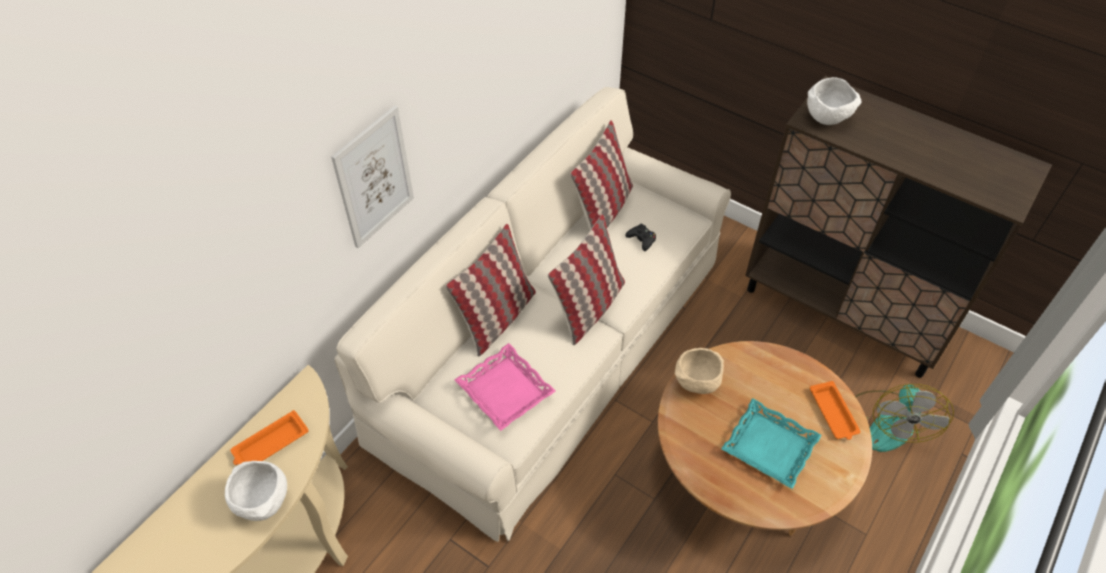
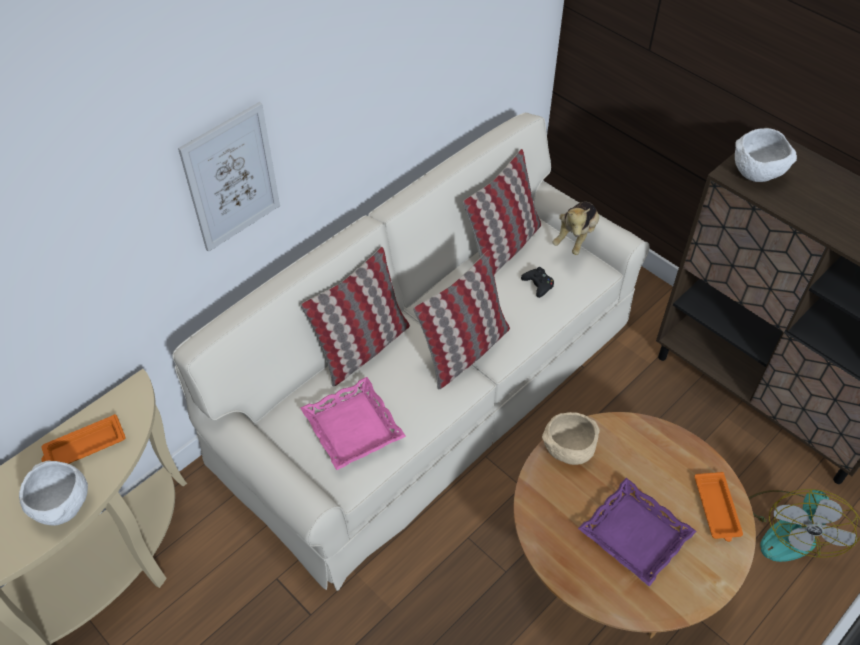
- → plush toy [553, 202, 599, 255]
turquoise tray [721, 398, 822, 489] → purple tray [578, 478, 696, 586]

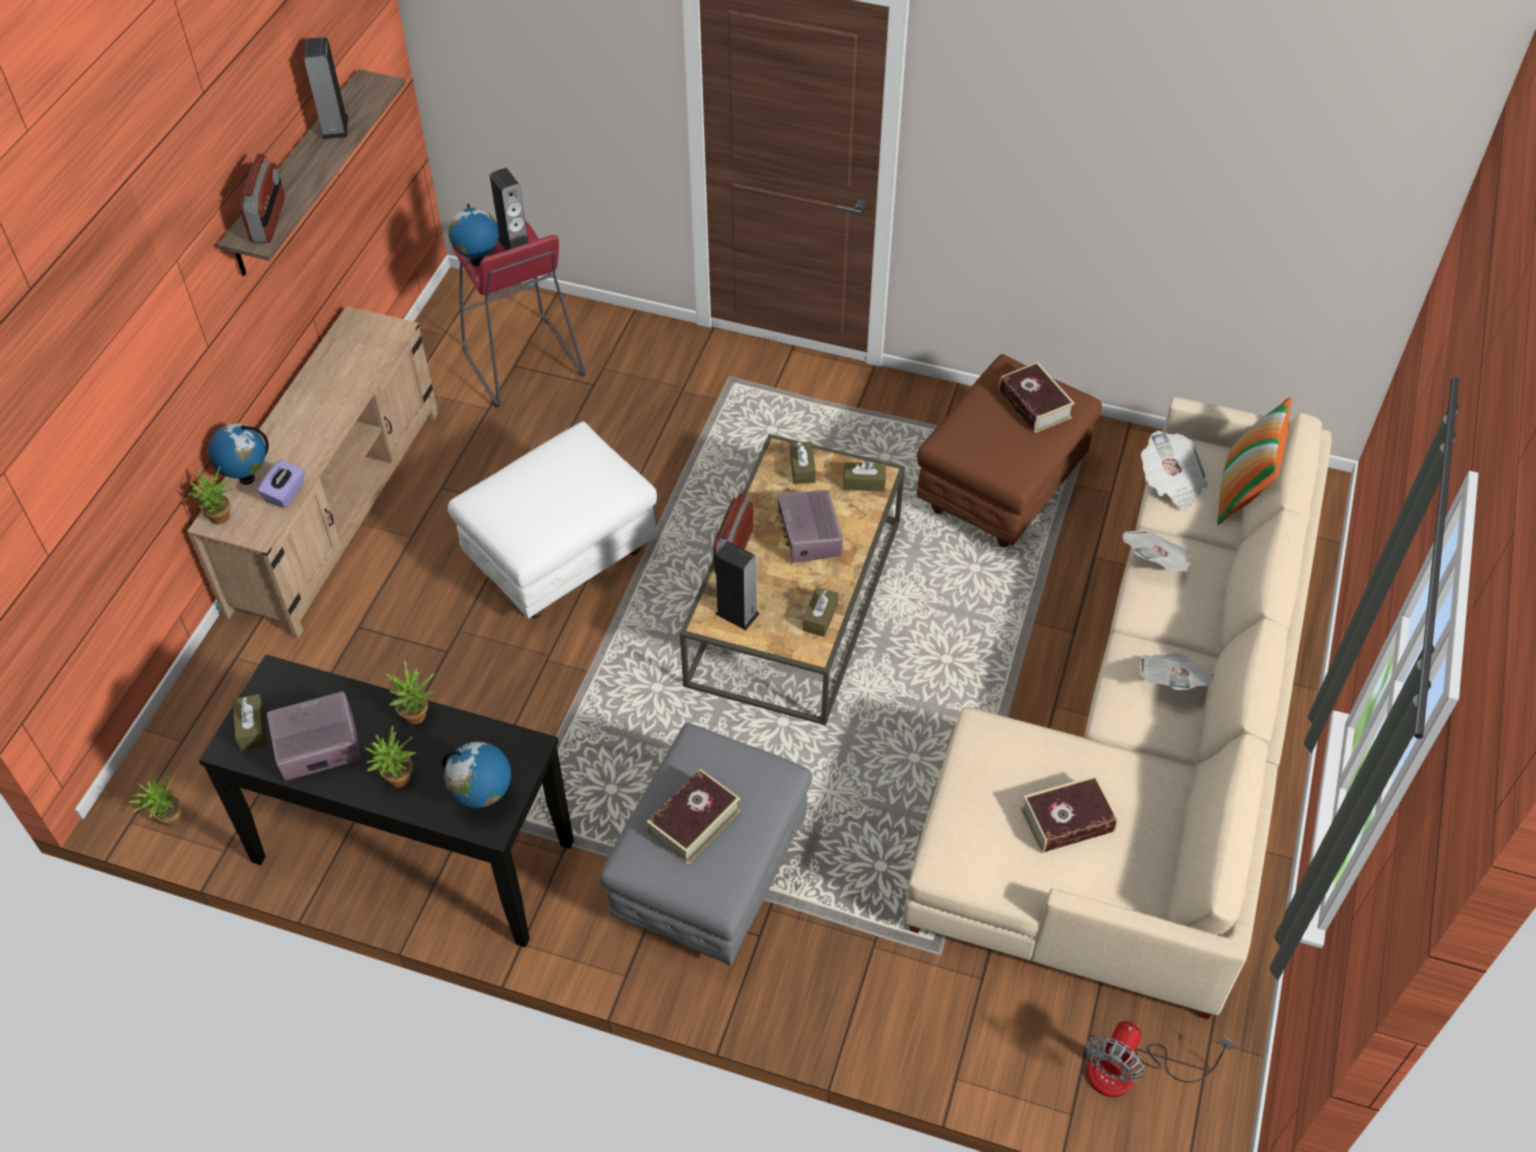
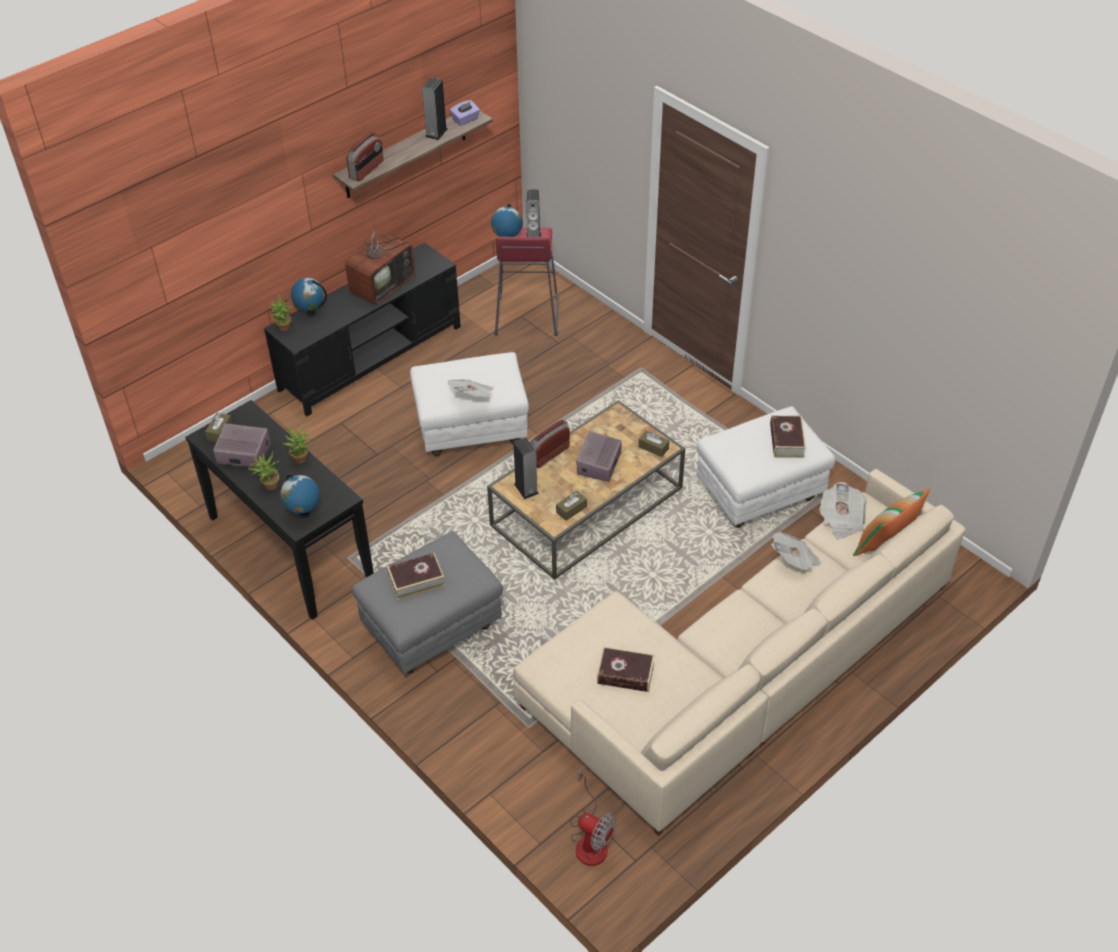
beige tv stand [187, 306, 438, 639] → black tv stand [264, 242, 461, 416]
- → television [345, 212, 416, 305]
newspaper [1139, 651, 1214, 690] → newspaper [448, 379, 494, 398], move
purple tissue box [257, 459, 305, 508] → purple tissue box [450, 100, 480, 126], move
fan [1086, 1021, 1235, 1097] → fan [570, 768, 616, 866], 120 degrees counterclockwise
brown ottoman [917, 354, 1102, 547] → white ottoman [696, 406, 835, 528]
potted plant [129, 775, 182, 827] → -
brown tissue box [790, 442, 816, 484] → -

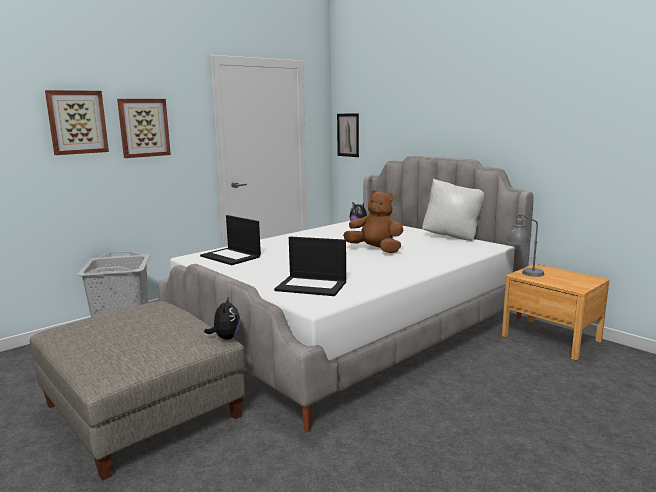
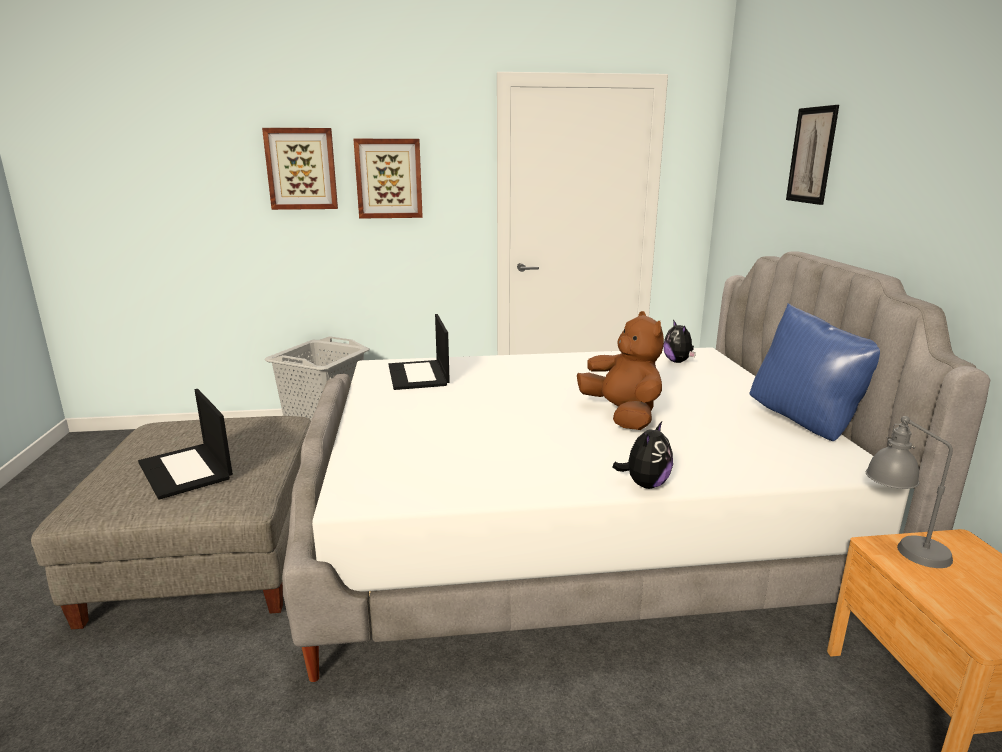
laptop [274, 237, 346, 296] → laptop [138, 389, 233, 500], move
plush toy [204, 296, 241, 340] → plush toy [613, 421, 673, 489], move
white pillow [422, 178, 484, 241] → blue pillow [749, 303, 880, 441]
picture [337, 113, 359, 157] → picture [786, 105, 839, 205], move

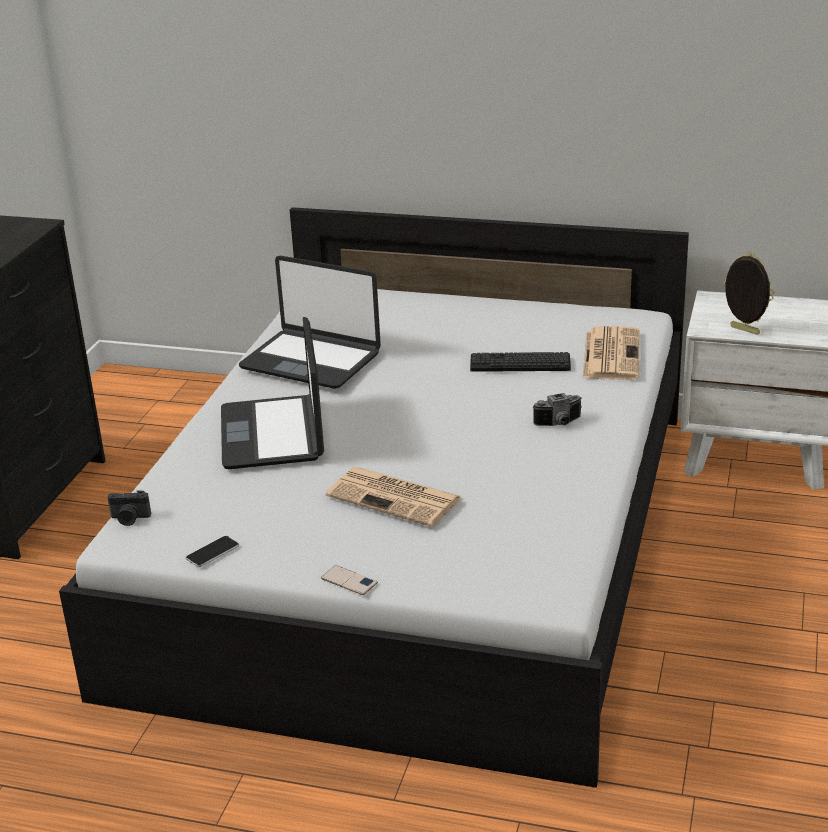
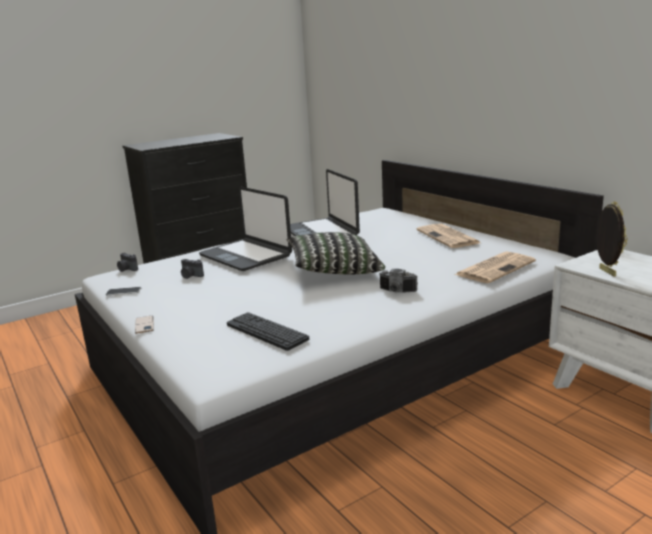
- → photo camera [181, 259, 204, 279]
laptop [221, 317, 324, 469] → laptop [199, 187, 292, 271], 75 degrees counterclockwise
keyboard [470, 352, 571, 372] → keyboard [227, 312, 309, 351], move
- → pillow [287, 232, 385, 274]
newspaper [326, 467, 462, 527] → newspaper [417, 224, 481, 248], move

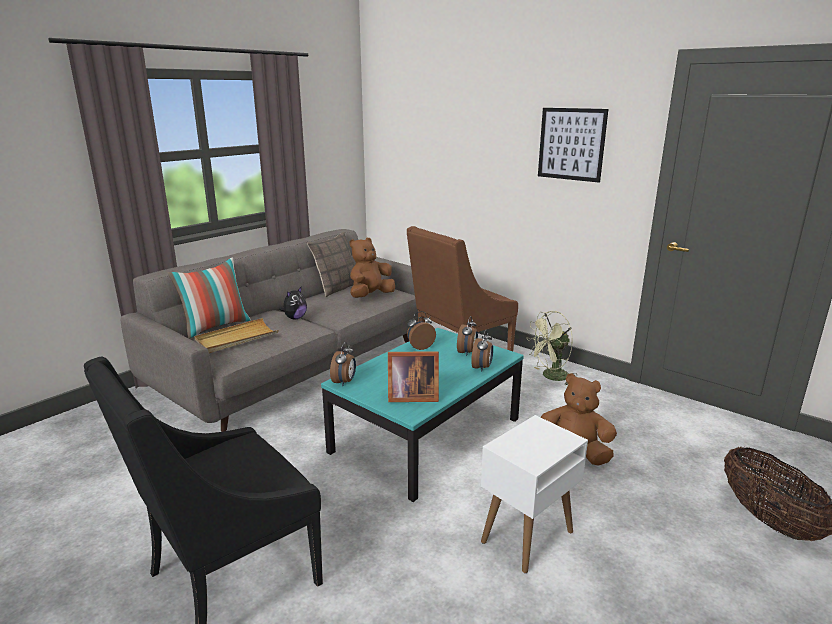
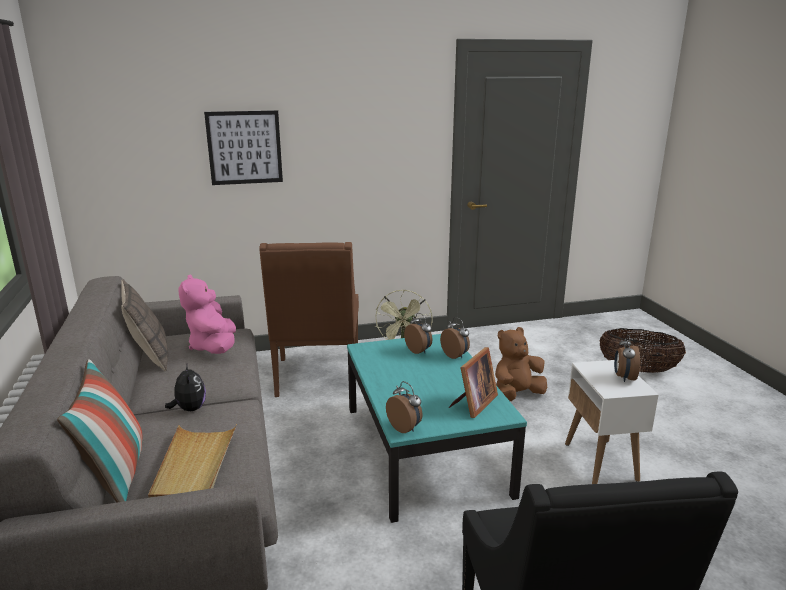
brown plush toy [350, 238, 395, 298] → pink plush toy [178, 274, 236, 354]
picture [538, 108, 608, 183] → picture [204, 110, 283, 185], move
alarm clock [407, 311, 436, 350] → alarm clock [614, 335, 640, 382], move

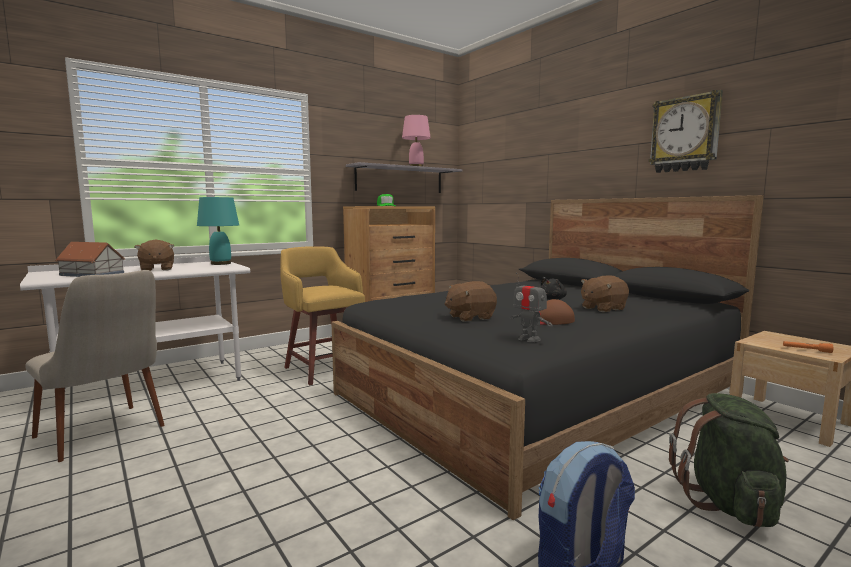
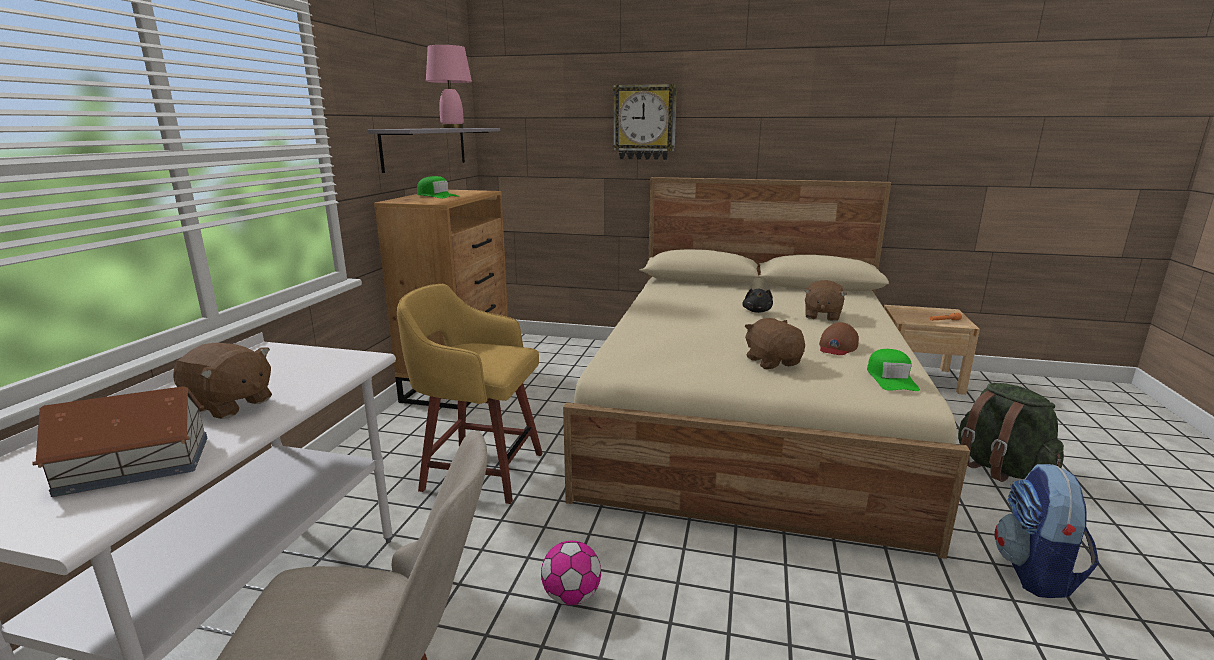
- → football [541, 540, 601, 605]
black bed [331, 195, 764, 520] → beige bed [563, 177, 970, 559]
wall clock [649, 90, 723, 173] → wall clock [613, 84, 677, 160], move
brown plush toy [445, 281, 497, 322] → brown plush toy [744, 318, 805, 369], 135 degrees clockwise
toy robot [510, 272, 553, 342] → green cap [867, 349, 920, 391]
turquoise table lamp [197, 197, 239, 265] → -

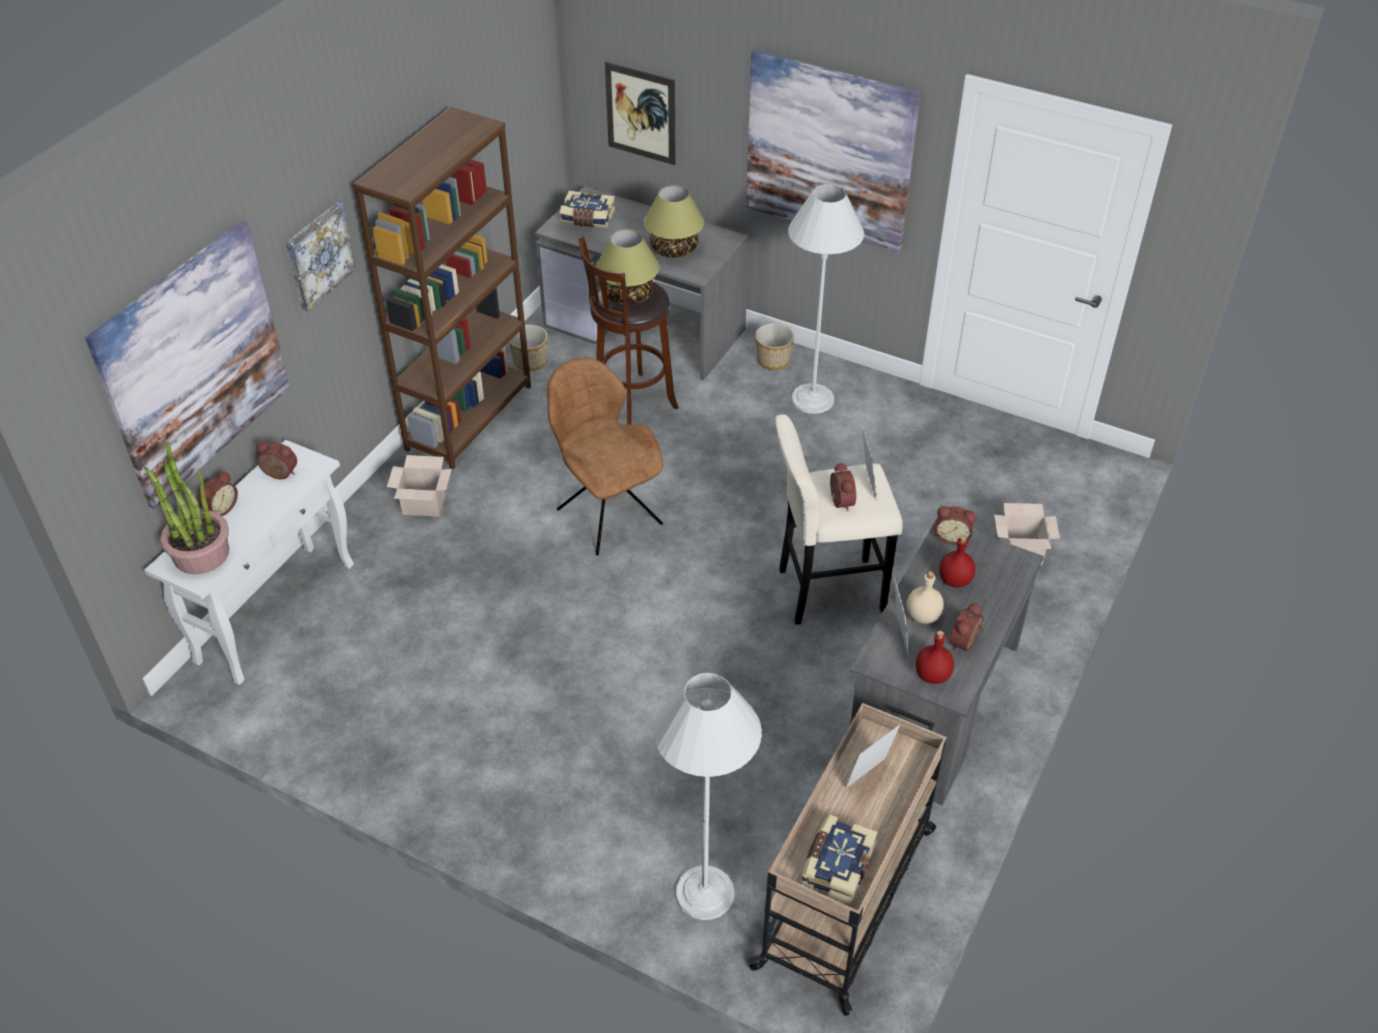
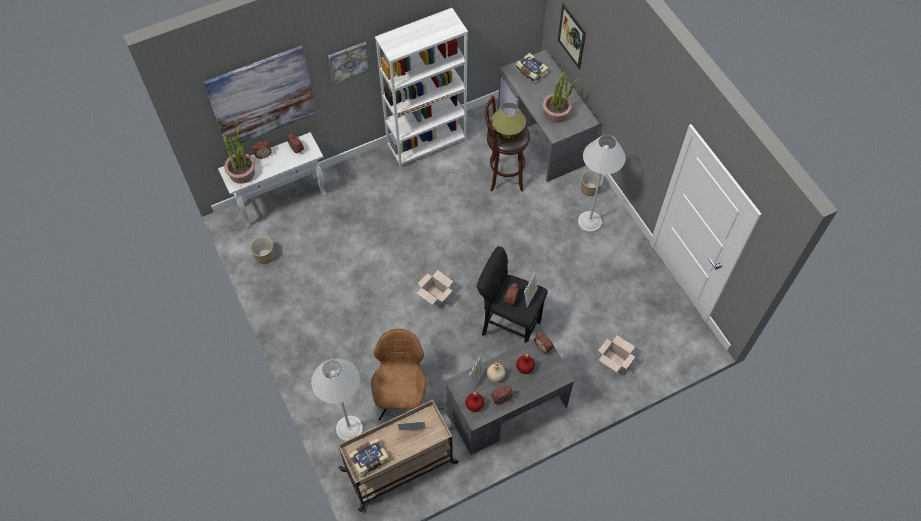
planter [509, 325, 548, 371] → planter [250, 237, 275, 264], move
brown chair [547, 357, 663, 555] → brown chair [371, 329, 426, 420], move
brown bookcase [353, 107, 531, 469] → white bookcase [375, 8, 468, 169]
cardboard box [387, 455, 452, 517] → cardboard box [417, 270, 453, 308], move
beige stool [775, 414, 903, 625] → black stool [477, 246, 548, 343]
table lamp [644, 185, 704, 258] → potted plant [542, 71, 580, 123]
picture [746, 50, 921, 252] → -

